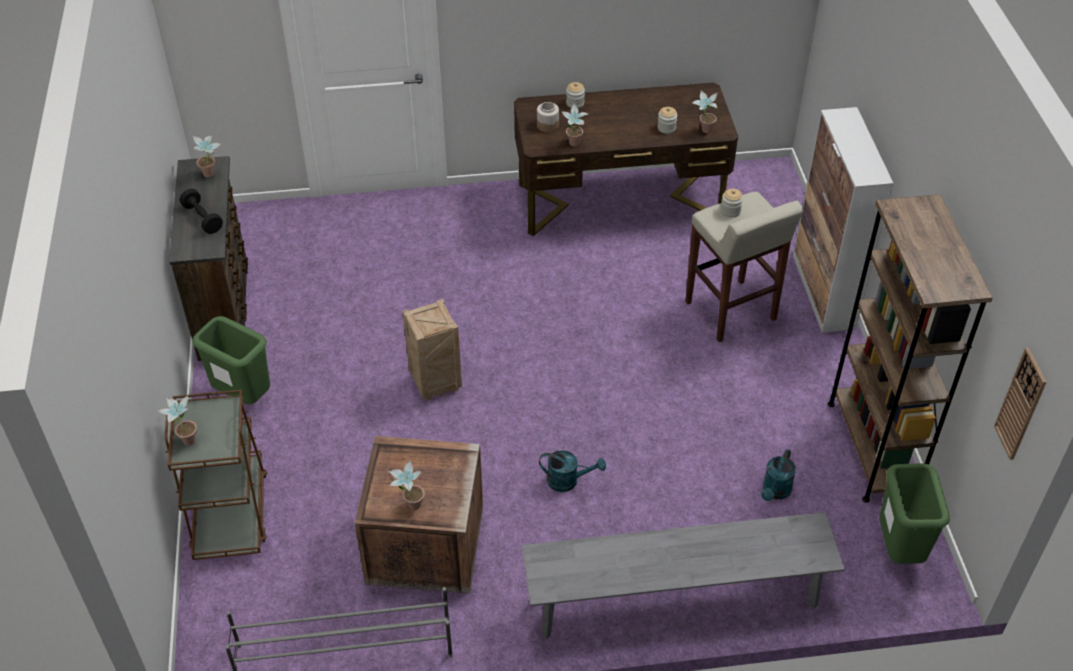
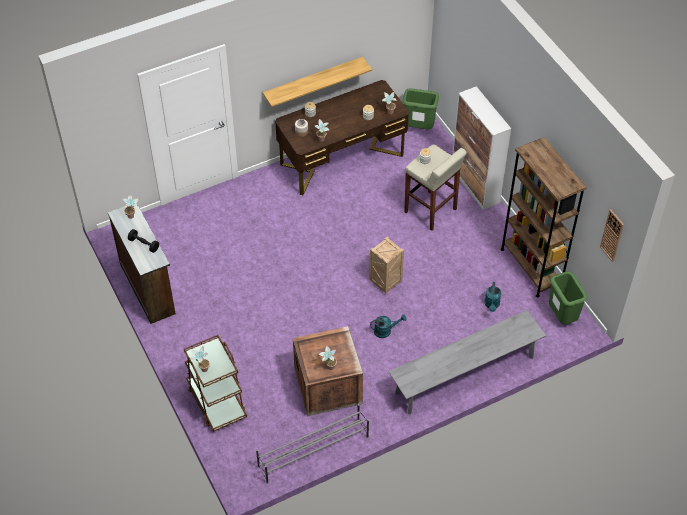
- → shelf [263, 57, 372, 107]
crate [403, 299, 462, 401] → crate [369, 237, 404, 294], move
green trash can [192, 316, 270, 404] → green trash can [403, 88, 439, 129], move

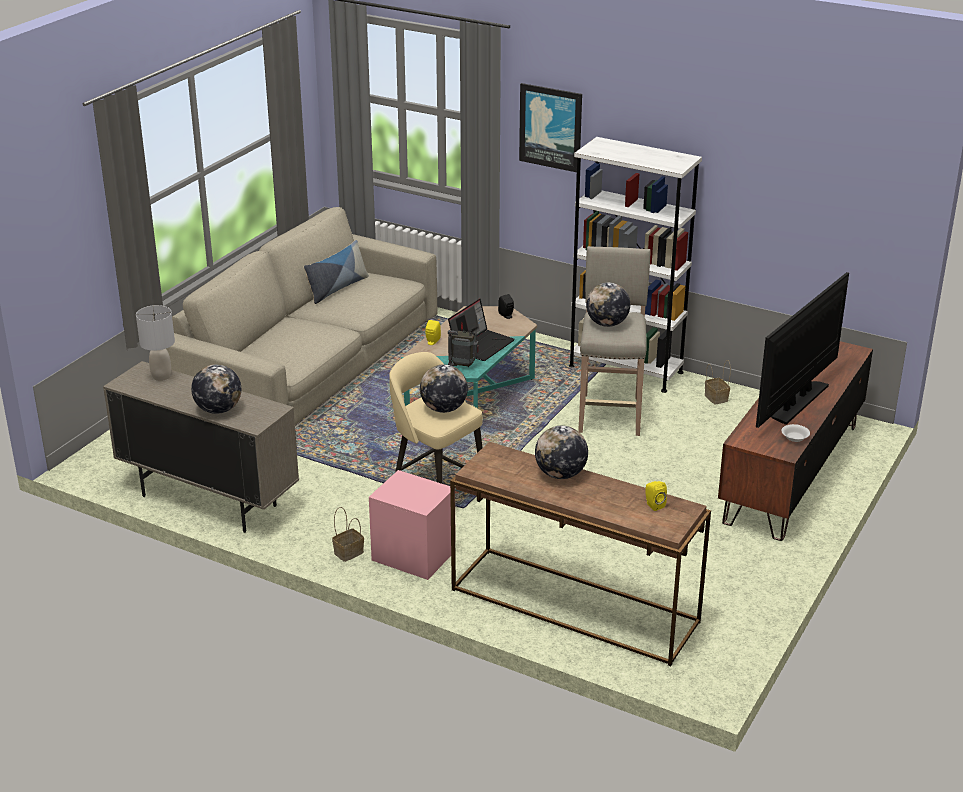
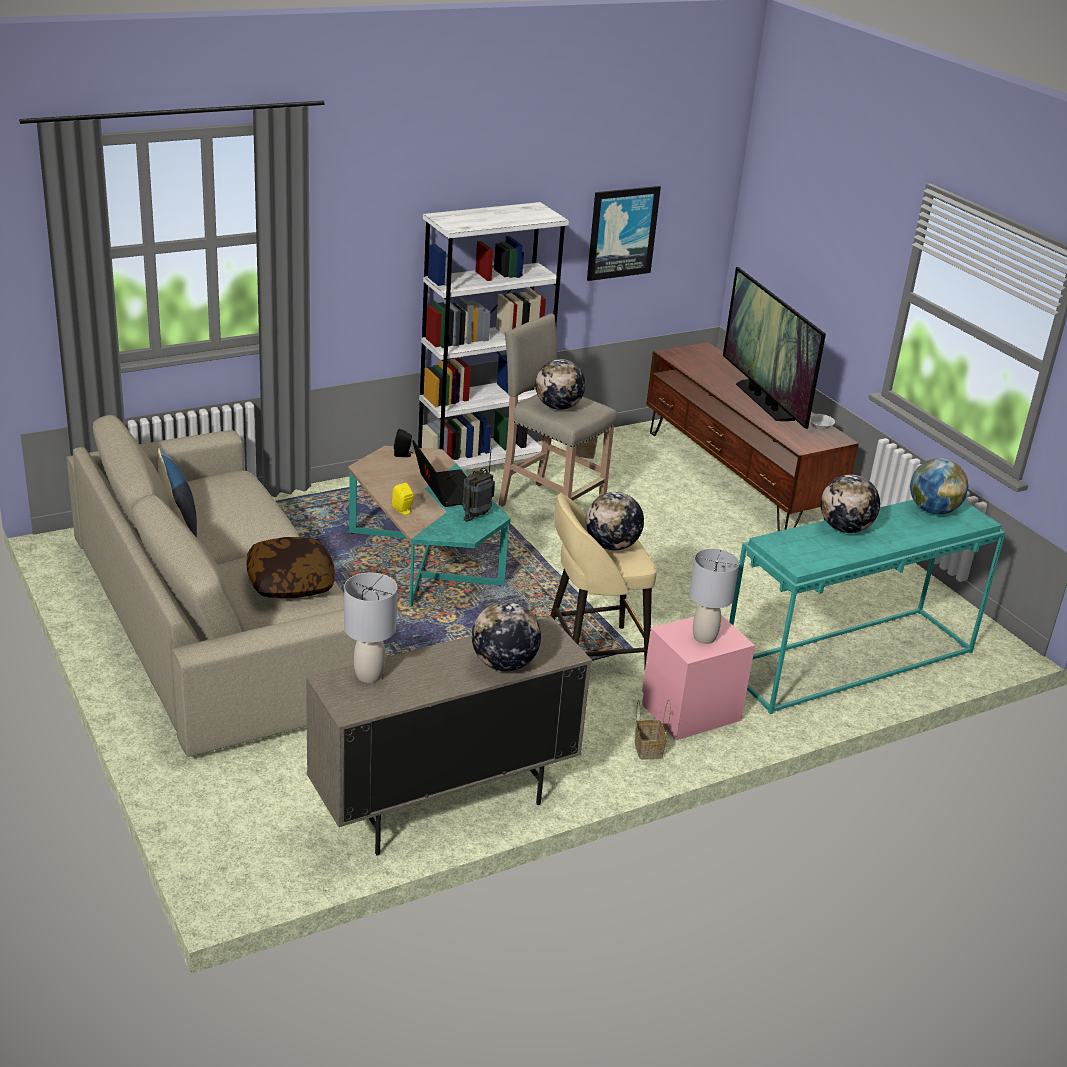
- → pillow [246, 537, 335, 598]
picture [519, 83, 582, 172] → picture [587, 186, 661, 281], move
- → grey table lamp [689, 549, 739, 644]
brown console table [450, 442, 711, 666] → turquoise console table [729, 500, 1006, 714]
yellow speaker [645, 481, 667, 511] → globe [910, 458, 969, 514]

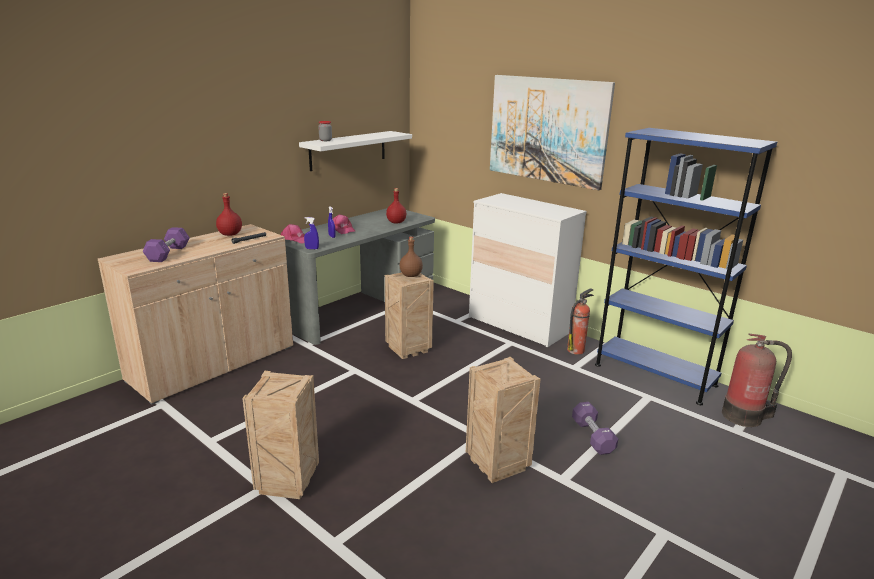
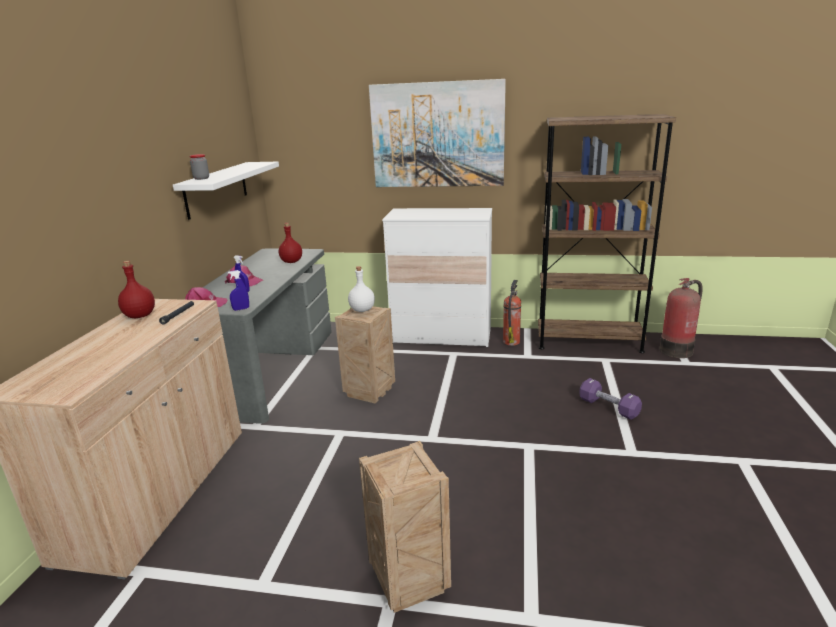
brown bottle [400, 236, 423, 277] → white bottle [348, 266, 375, 312]
blue bookcase [595, 128, 777, 405] → brown bookcase [538, 114, 676, 353]
purple dumbbell [142, 227, 190, 262] → -
crate [466, 357, 540, 483] → -

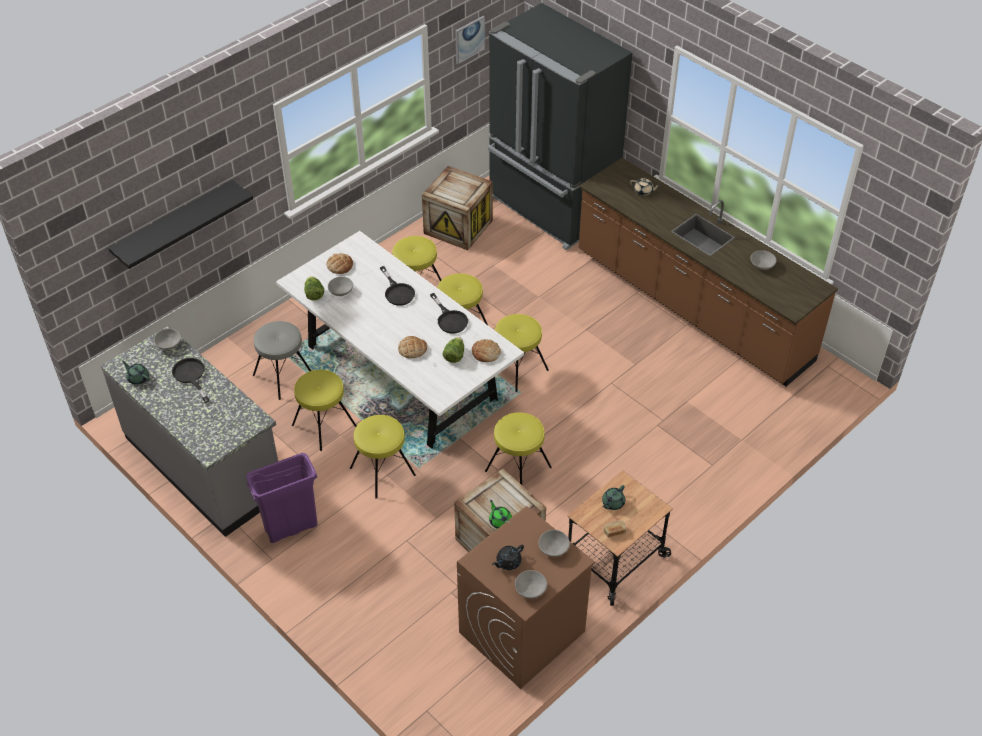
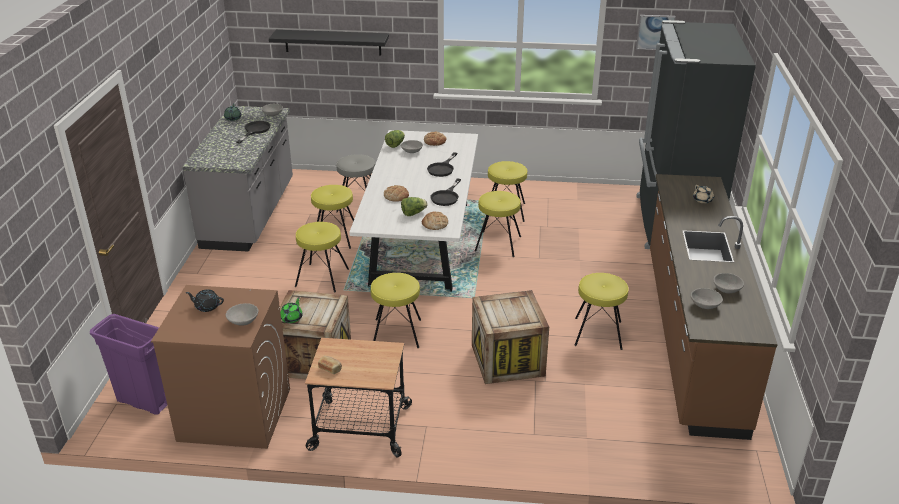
purple trash can [246, 453, 318, 543] → purple trash can [90, 314, 167, 415], move
crate [422, 166, 493, 250] → crate [472, 290, 549, 384], move
yellow stool [495, 314, 549, 392] → yellow stool [574, 273, 629, 350], move
grey bowl [515, 570, 547, 599] → grey bowl [691, 288, 723, 309], move
green teapot [602, 485, 625, 510] → -

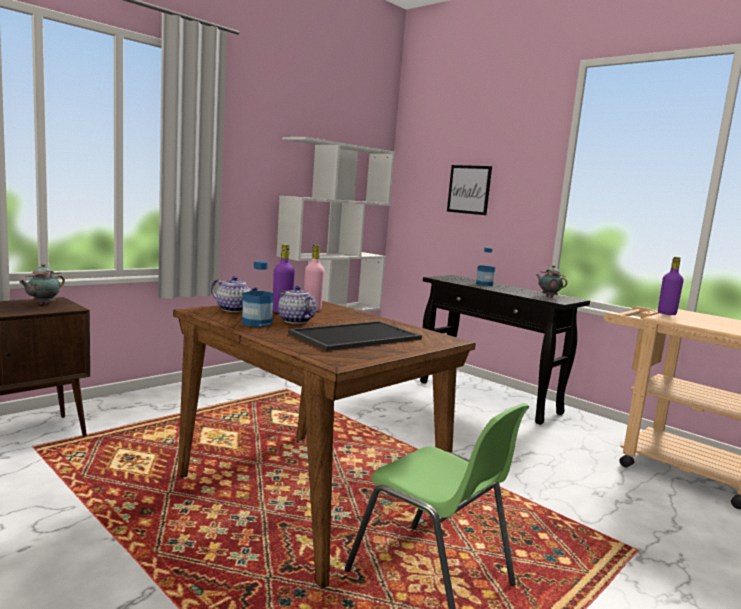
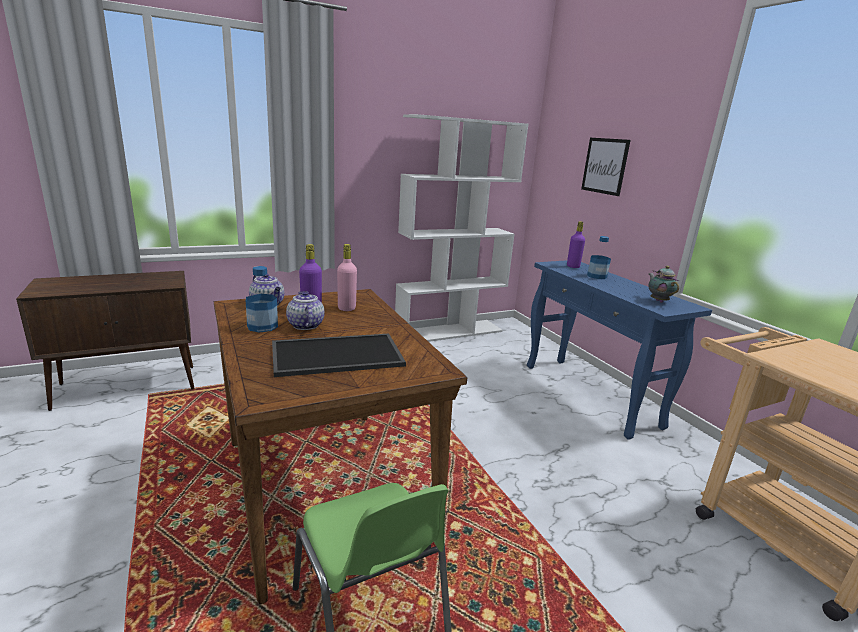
black console table [420, 275, 590, 425] → blue console table [527, 260, 712, 440]
purple bottle [658, 257, 684, 315] → purple bottle [567, 221, 585, 268], move
teapot [19, 264, 65, 305] → -

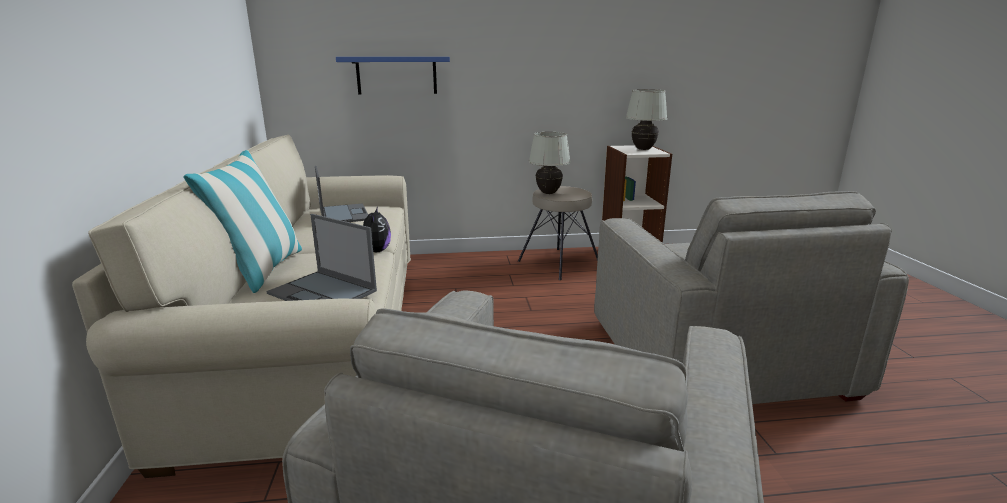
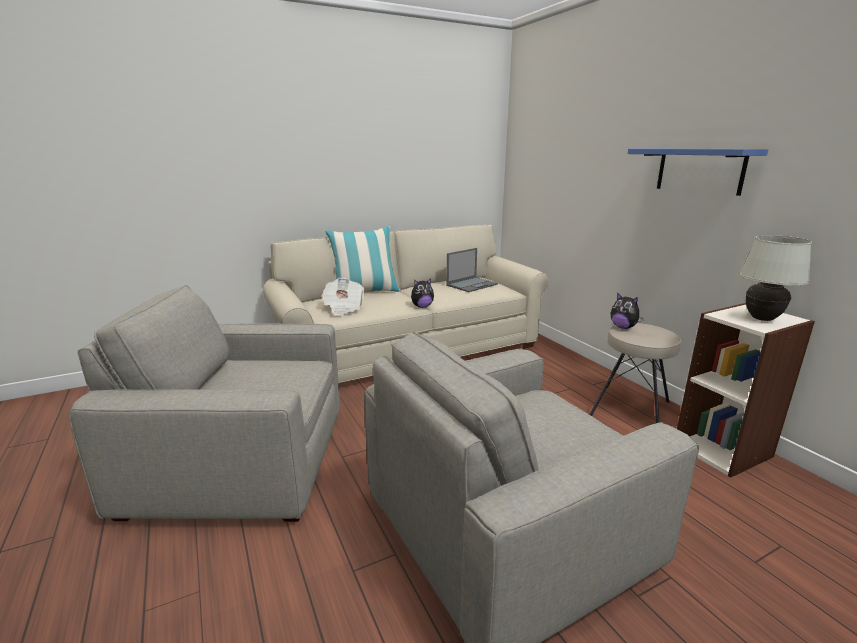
laptop [267, 214, 377, 301] → newspaper [321, 278, 365, 316]
white table lamp [529, 132, 571, 194] → plush toy [610, 292, 644, 329]
blue shelf [336, 57, 450, 94] → blue shelf [628, 149, 769, 196], move

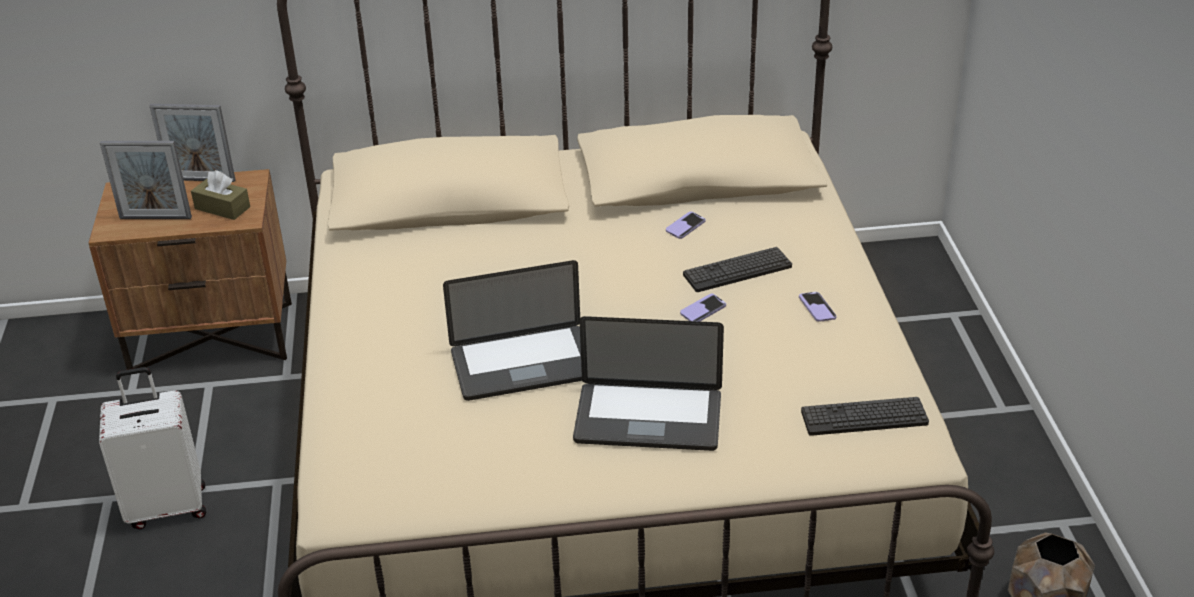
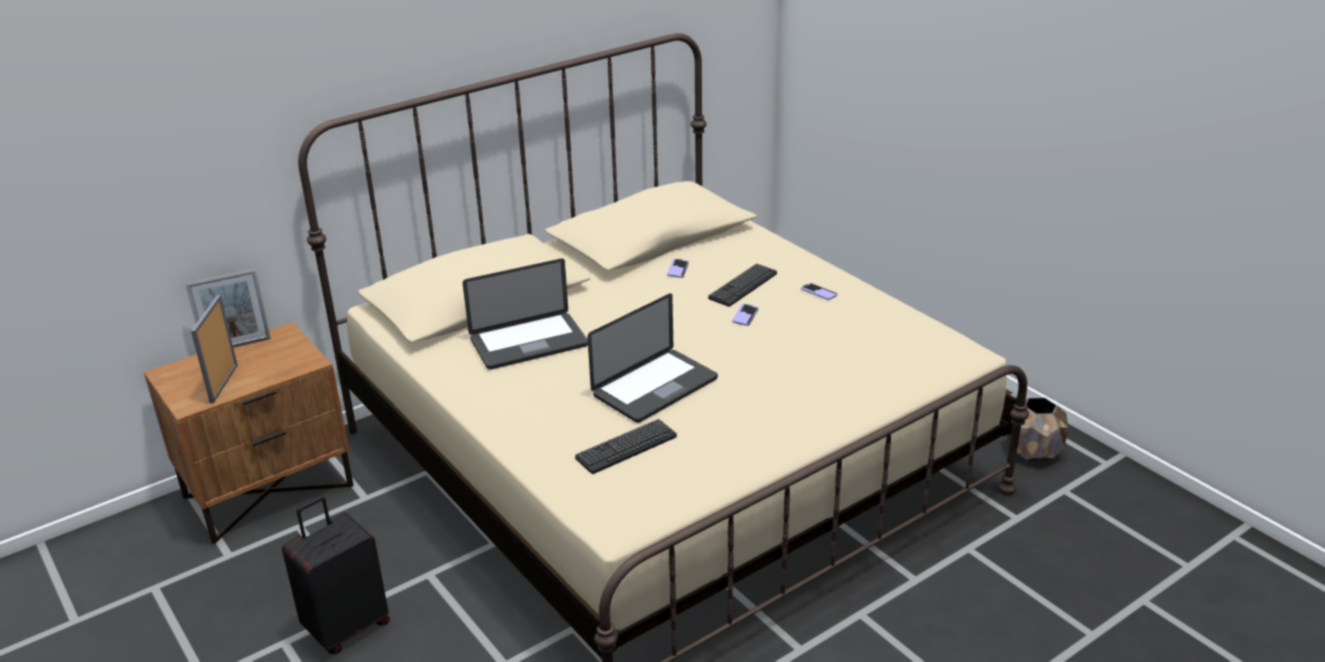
picture frame [100, 141, 192, 219] → picture frame [191, 295, 238, 403], 120 degrees clockwise
white suitcase [99, 367, 206, 529] → black suitcase [282, 496, 390, 654]
laptop [573, 316, 724, 451] → laptop [463, 259, 588, 370], move
keyboard [801, 397, 929, 436] → keyboard [575, 419, 677, 474], move
brown tissue box [191, 170, 250, 220] → -

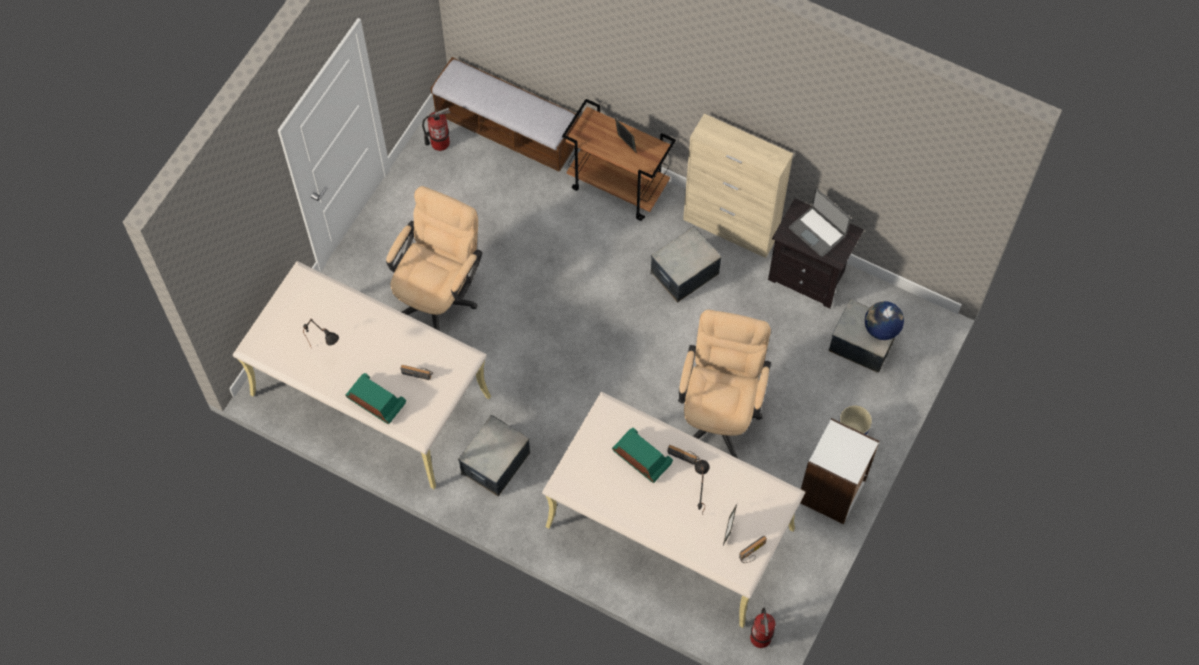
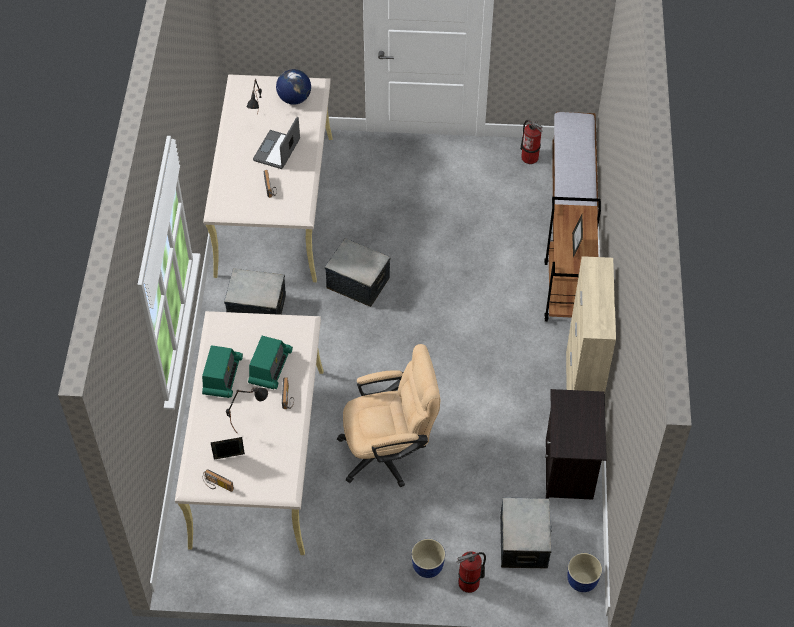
radio [345, 373, 406, 424] → radio [202, 345, 243, 398], move
laptop [789, 189, 851, 257] → laptop [253, 117, 300, 169], move
globe [865, 301, 904, 340] → globe [276, 69, 311, 105], move
storage box [650, 226, 722, 302] → storage box [325, 238, 391, 307], move
fire extinguisher [750, 608, 776, 648] → fire extinguisher [457, 551, 486, 593], move
- → planter [567, 553, 602, 592]
beige office chair [386, 186, 482, 331] → -
white bookcase [800, 418, 880, 525] → -

